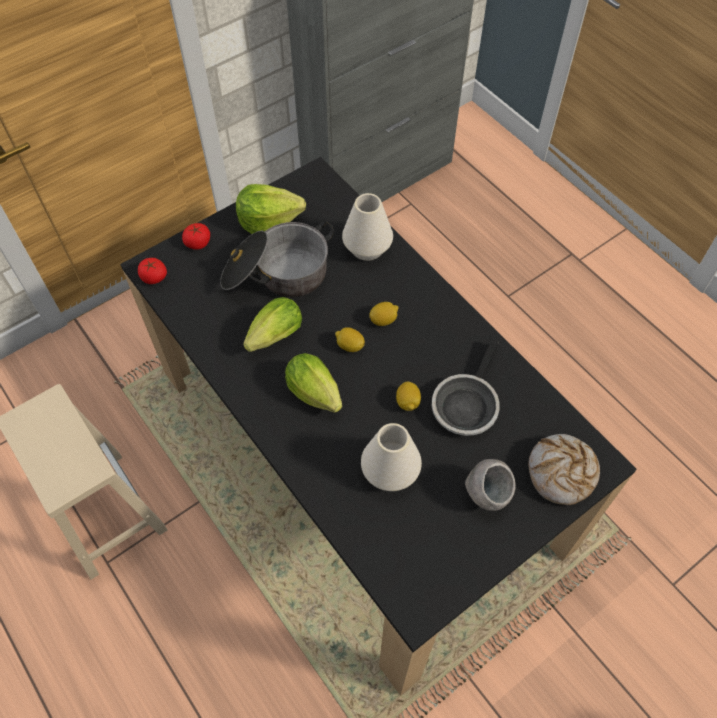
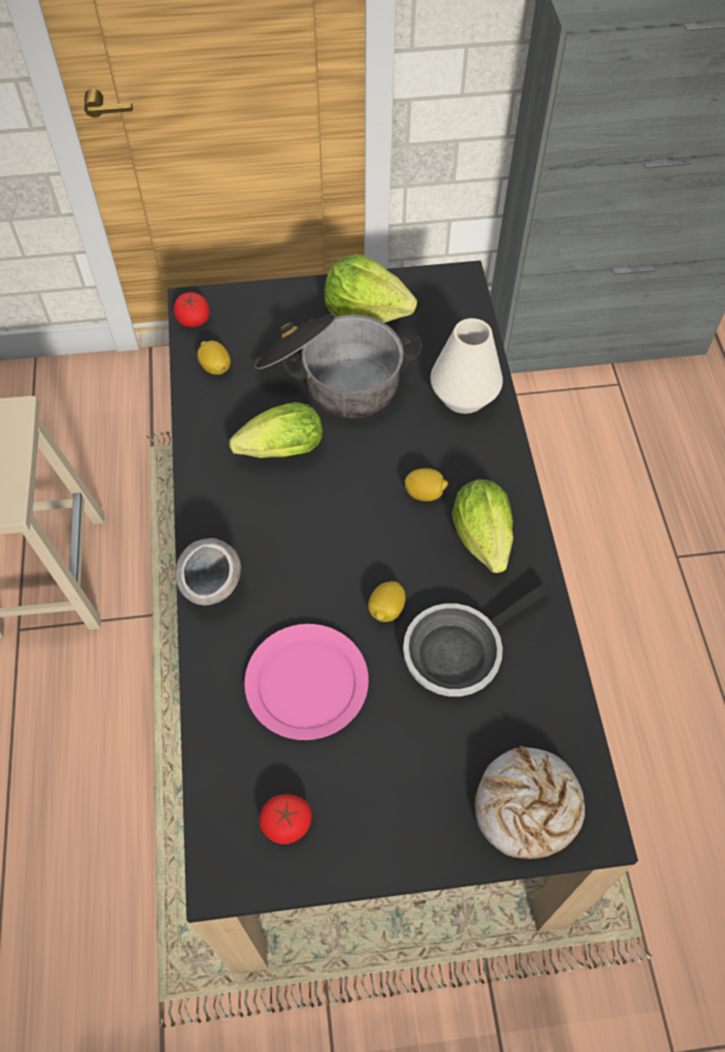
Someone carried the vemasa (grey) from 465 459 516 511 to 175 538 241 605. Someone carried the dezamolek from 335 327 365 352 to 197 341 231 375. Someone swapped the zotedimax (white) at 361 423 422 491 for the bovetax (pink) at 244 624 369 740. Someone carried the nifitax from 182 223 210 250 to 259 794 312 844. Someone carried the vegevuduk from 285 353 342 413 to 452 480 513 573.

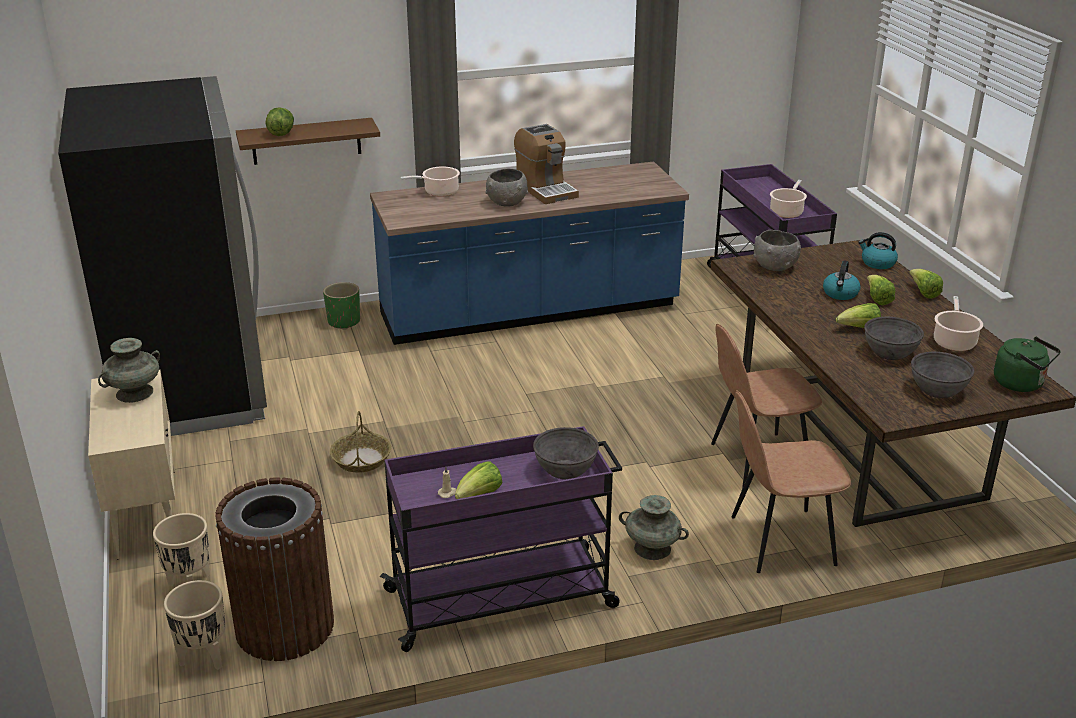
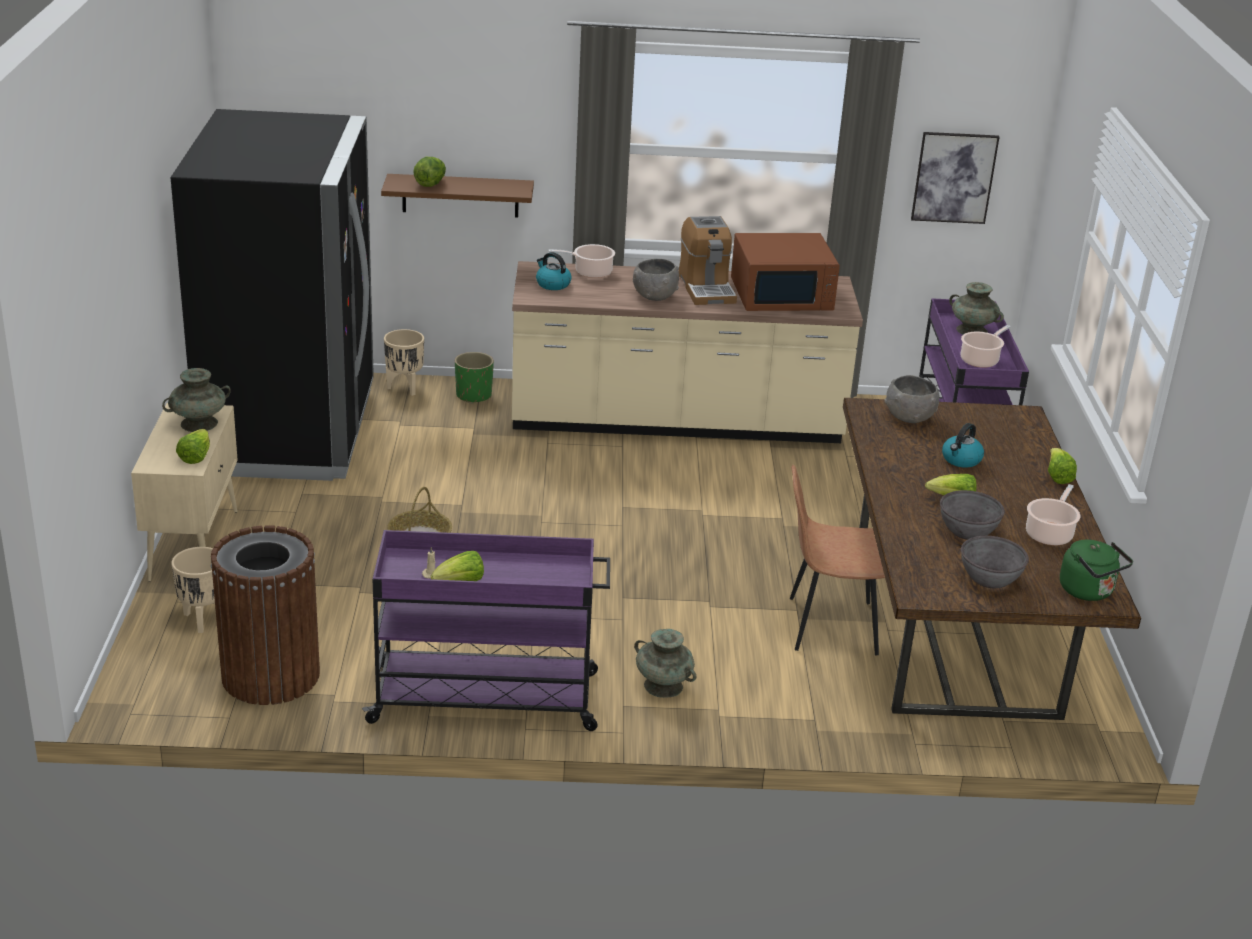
Someone carried the vegevuduk from 867 275 896 305 to 176 429 210 464. Someone carried the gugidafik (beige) from 164 580 226 670 to 384 329 424 396. Someone repainted the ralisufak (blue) at 370 162 689 345, which became the ralisufak (beige) at 512 261 863 443. Someone carried the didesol from 858 232 898 269 to 536 252 572 290. Someone put down the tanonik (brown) at 731 233 840 311. Someone put up the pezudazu at 911 132 999 224. Someone put down the zotedimax (turquoise) at 949 282 1004 335. Someone took away the vemasa (grey) at 533 427 599 479. Someone took away the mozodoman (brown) at 732 390 851 573.

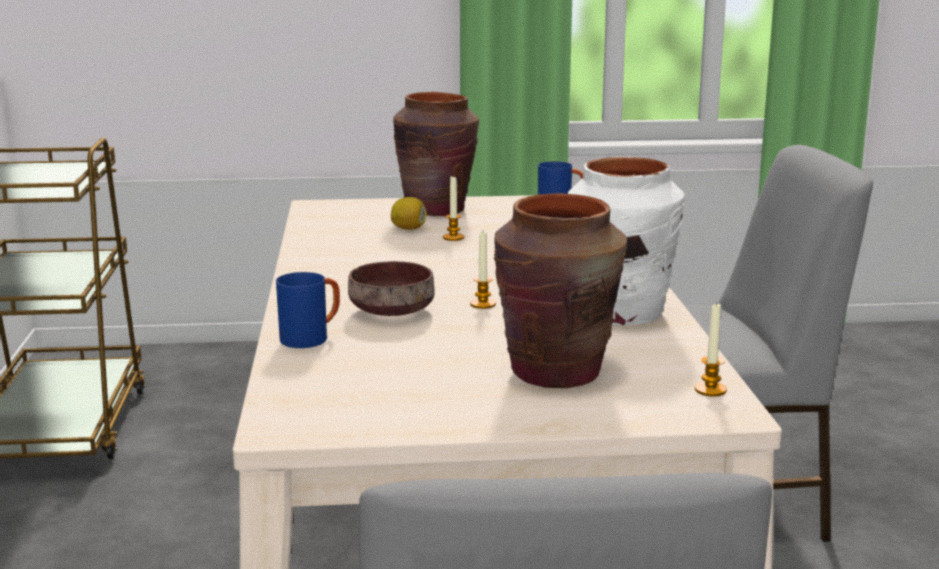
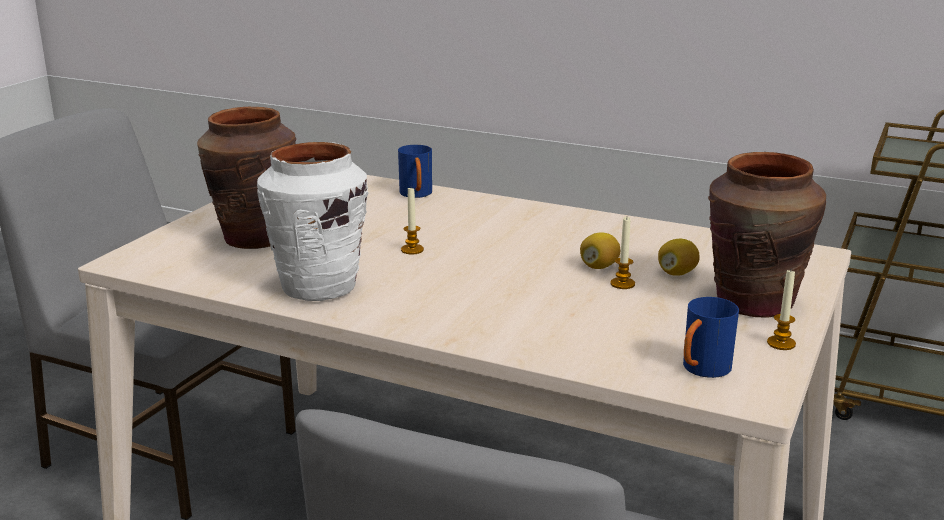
Someone put down the dezamolek at 580 232 620 269. Someone carried the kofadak from 695 302 727 397 to 767 270 796 350. Someone took away the vemasa (brown) at 348 261 435 316.

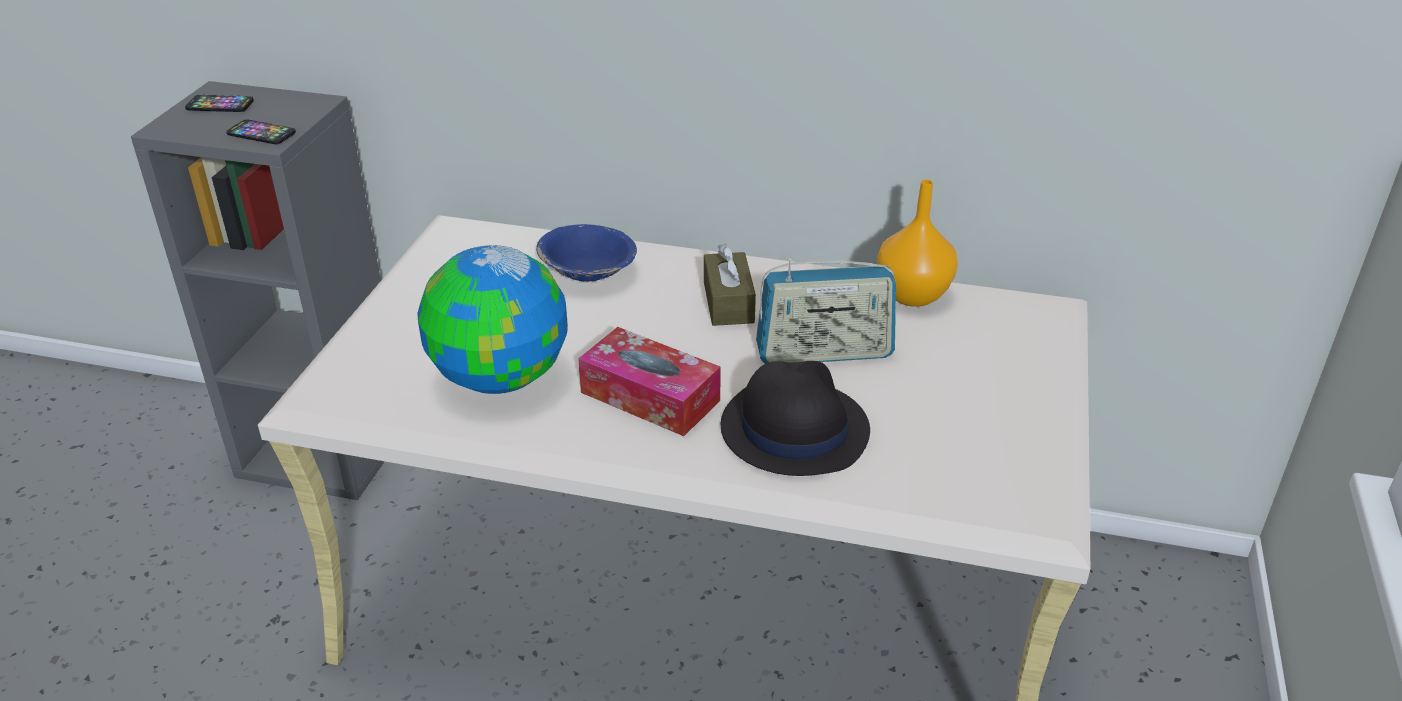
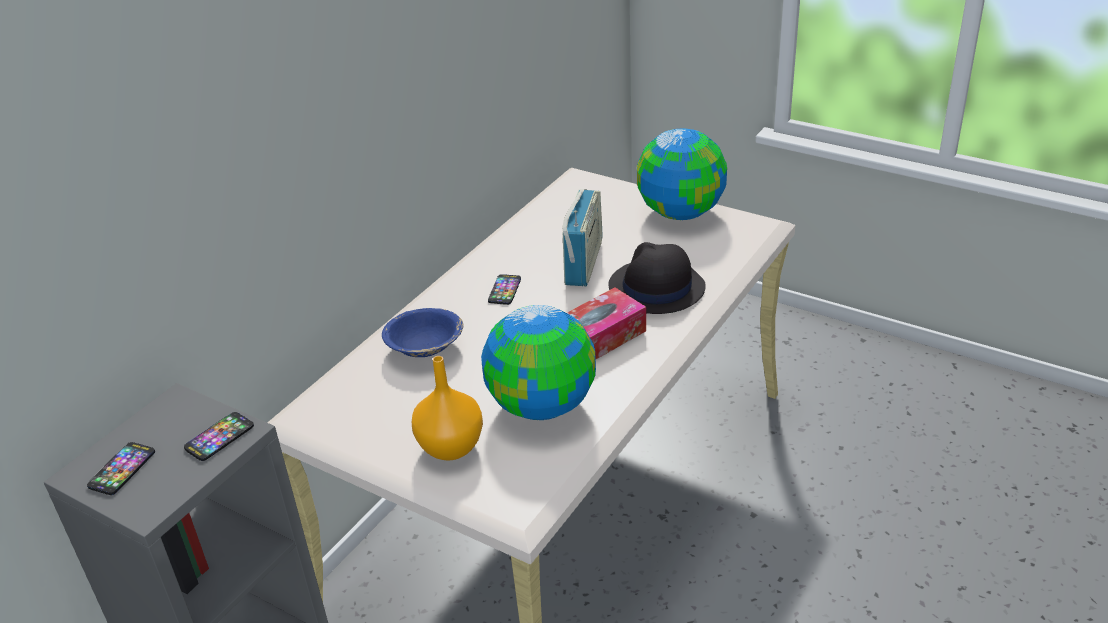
Someone carried the zotedimax (orange) from 877 180 958 307 to 412 356 483 461. Someone swapped the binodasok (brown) at 704 244 756 326 for the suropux at 488 274 521 305. Someone put down the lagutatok at 637 129 727 220.

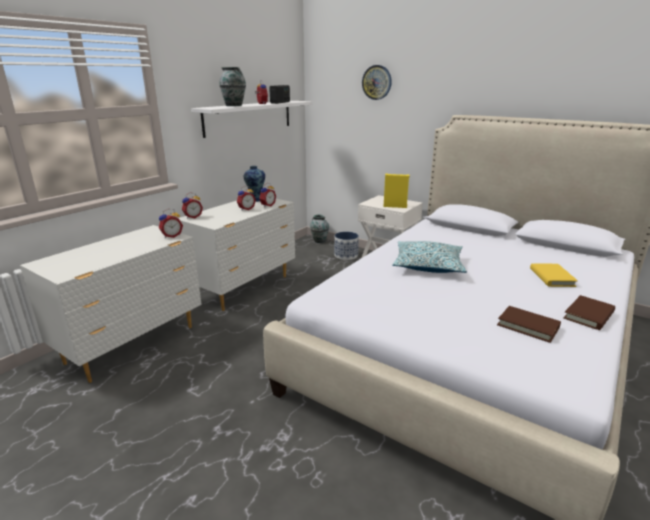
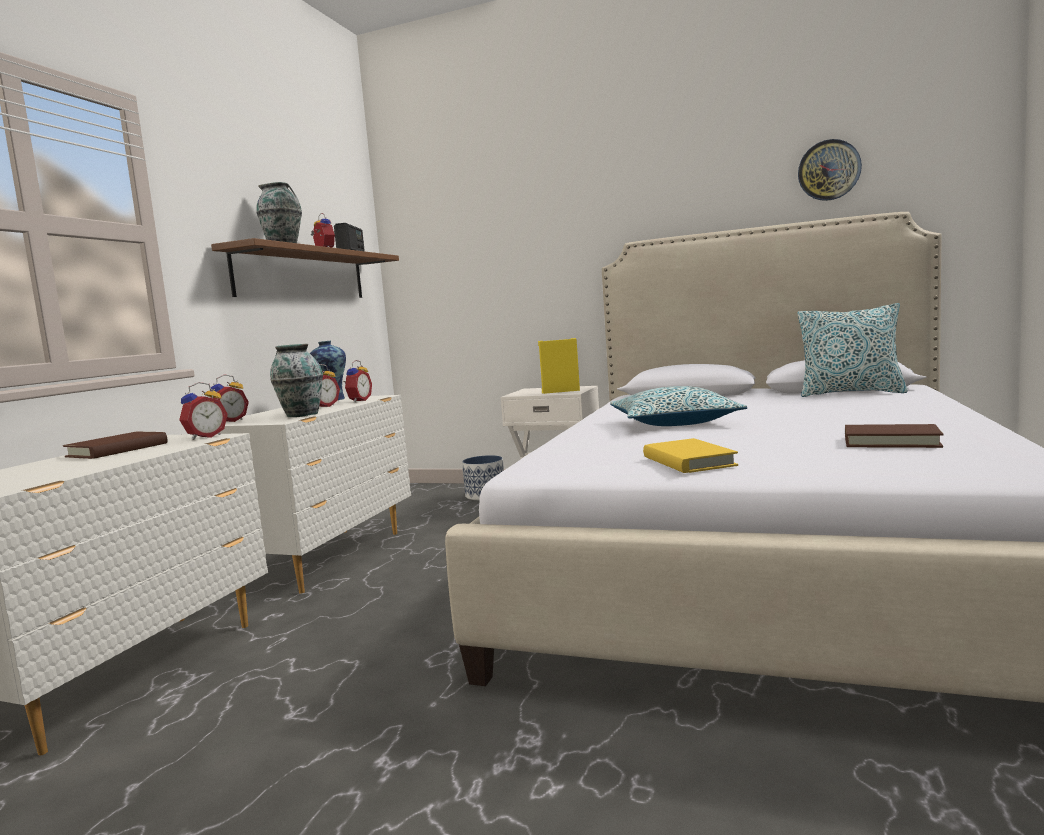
Someone carried the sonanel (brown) from 563 295 615 330 to 63 432 167 459. Someone repainted the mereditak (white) at 191 101 313 138, which became the mereditak (brown) at 211 238 399 298. Someone carried the zotedimax from 310 214 329 243 to 270 344 323 417. Someone carried the sonanel (yellow) from 530 263 578 287 to 643 438 738 473. Someone carried the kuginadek from 362 65 392 100 to 798 139 862 201. Someone put down the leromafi at 798 303 908 397.

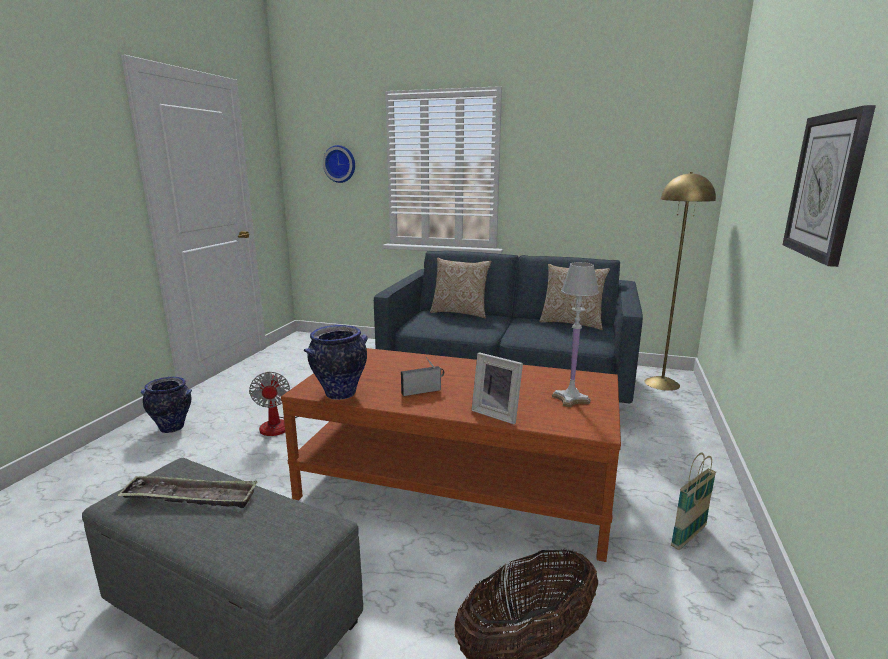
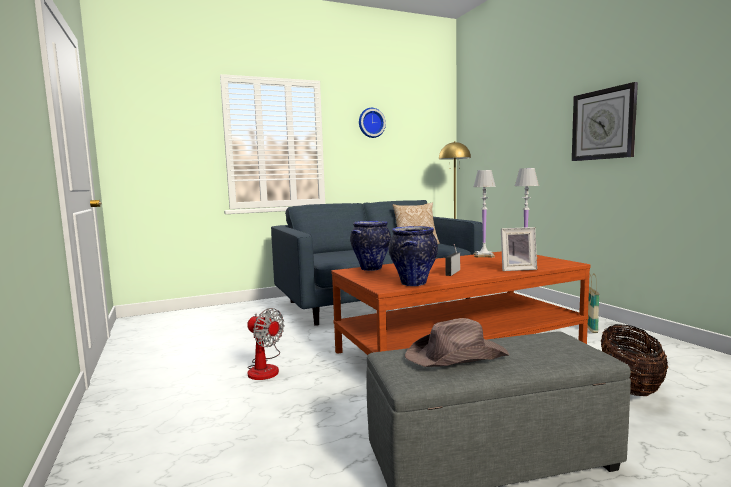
Someone carried the zotedimax from 141 377 192 433 to 350 221 391 271. Someone carried the kuginadek from 323 145 355 183 to 359 108 386 138. Someone swapped the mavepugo at 117 476 257 508 for the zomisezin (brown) at 405 318 509 367. Someone put down the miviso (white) at 474 170 496 258. Someone took away the leromafi at 430 258 492 318.

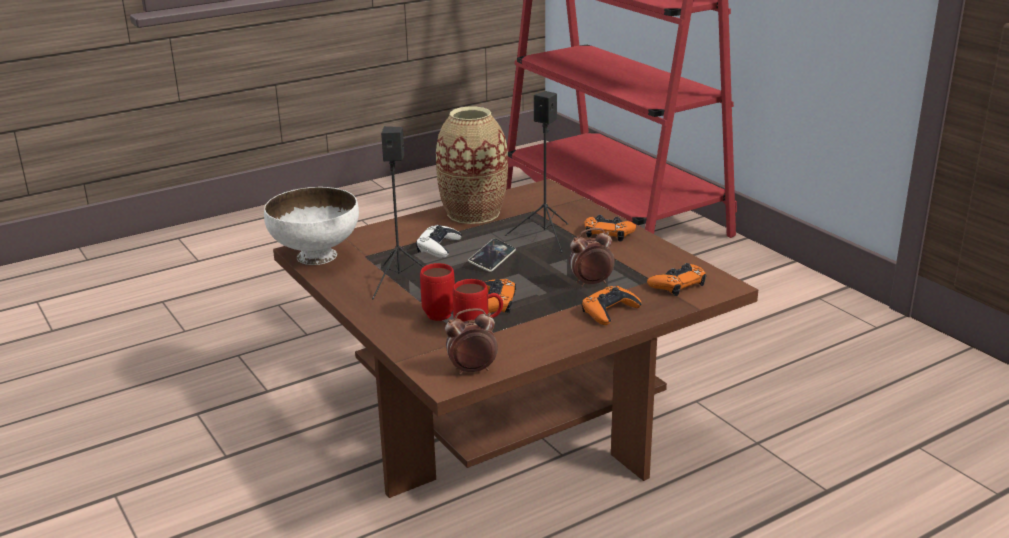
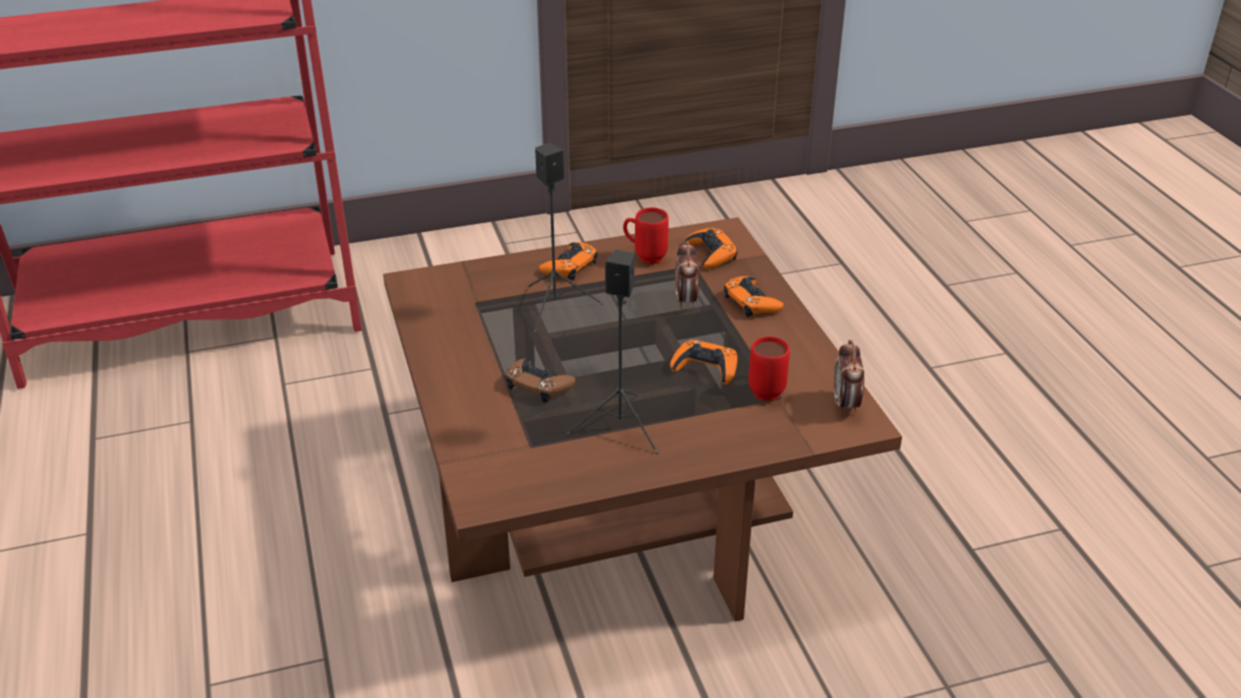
Someone repainted the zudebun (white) at 416 225 462 258, which became the zudebun (brown) at 506 359 575 403. Someone carried the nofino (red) from 420 263 455 321 to 623 207 669 264. Someone took away the vemasa (white) at 264 187 359 265. Someone took away the zotedimax at 436 107 508 224. Someone took away the suropux at 468 239 516 272.

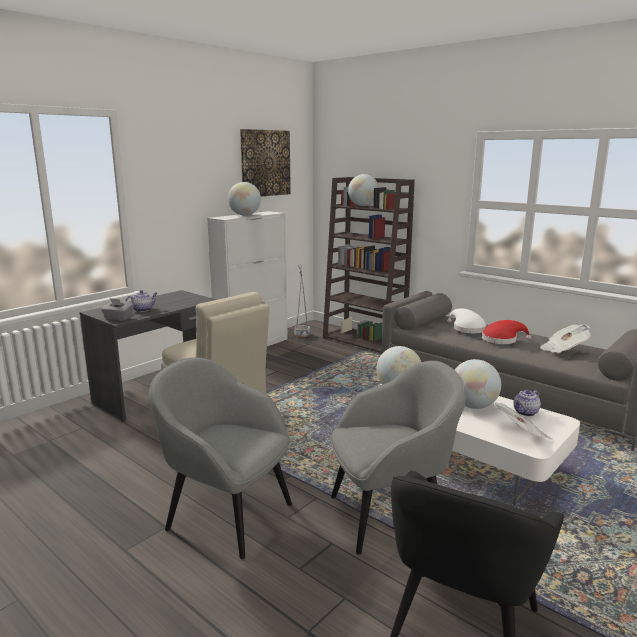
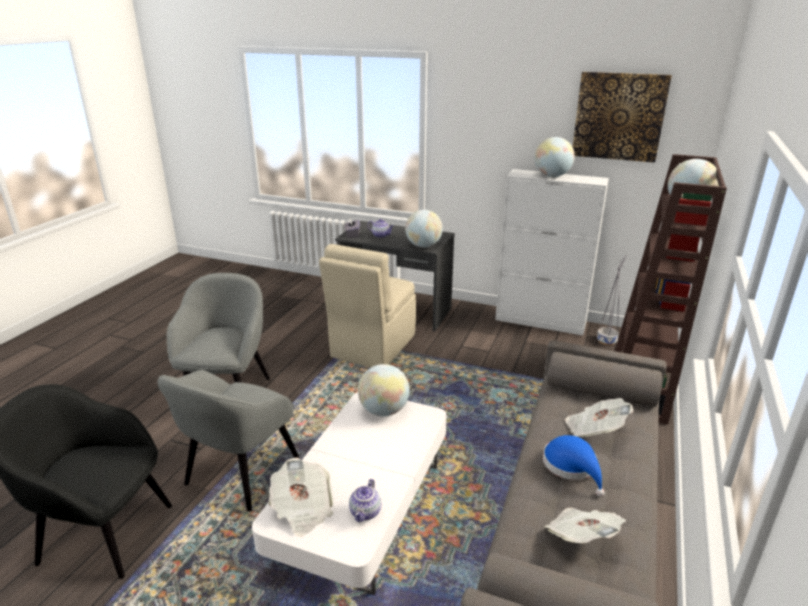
Someone rotated the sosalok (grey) at 330 361 466 555 by 60 degrees clockwise. Someone rotated the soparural at 513 390 541 416 by 105 degrees counterclockwise. Someone carried the lagutatok from 455 359 501 409 to 405 210 443 247. Someone repainted the zomisezin (red) at 482 320 531 344, which became the zomisezin (blue) at 543 435 605 497. Someone swapped the zomisezin (white) at 447 308 486 333 for the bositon at 565 398 633 437.

